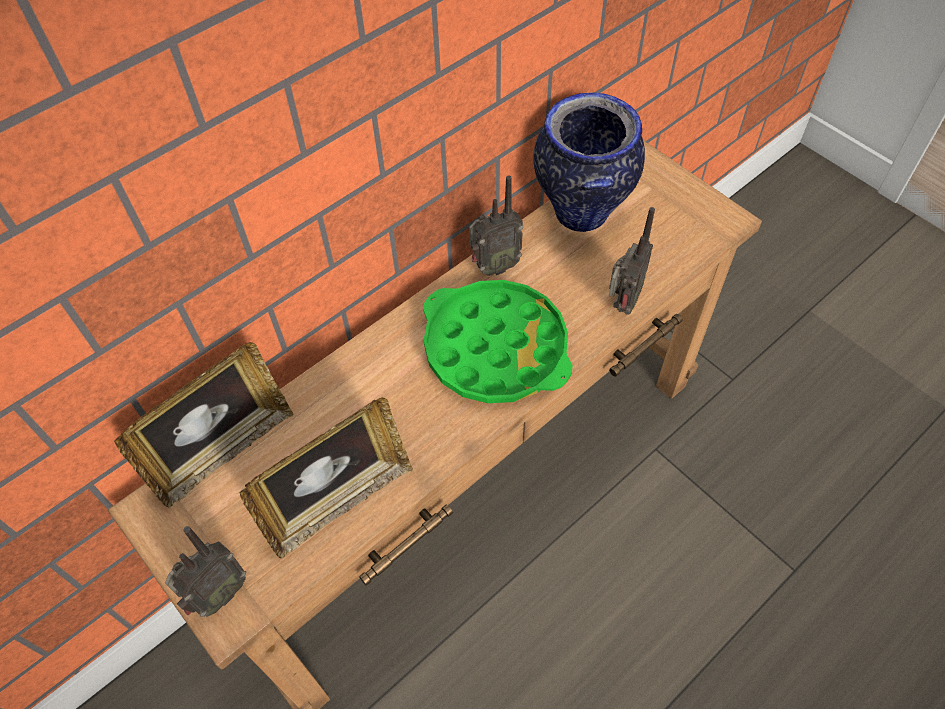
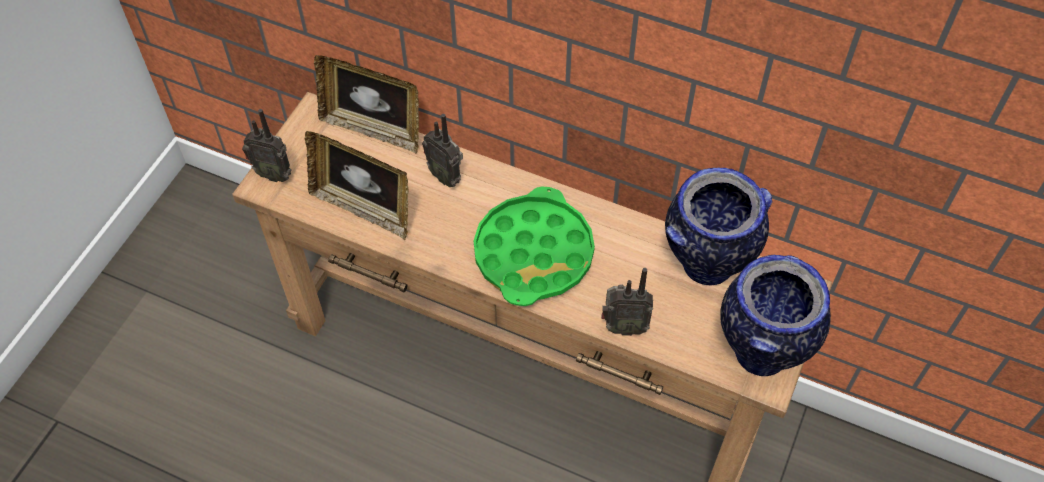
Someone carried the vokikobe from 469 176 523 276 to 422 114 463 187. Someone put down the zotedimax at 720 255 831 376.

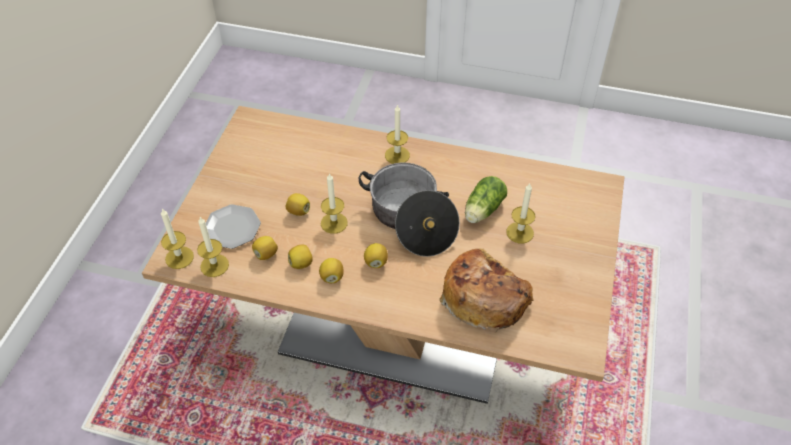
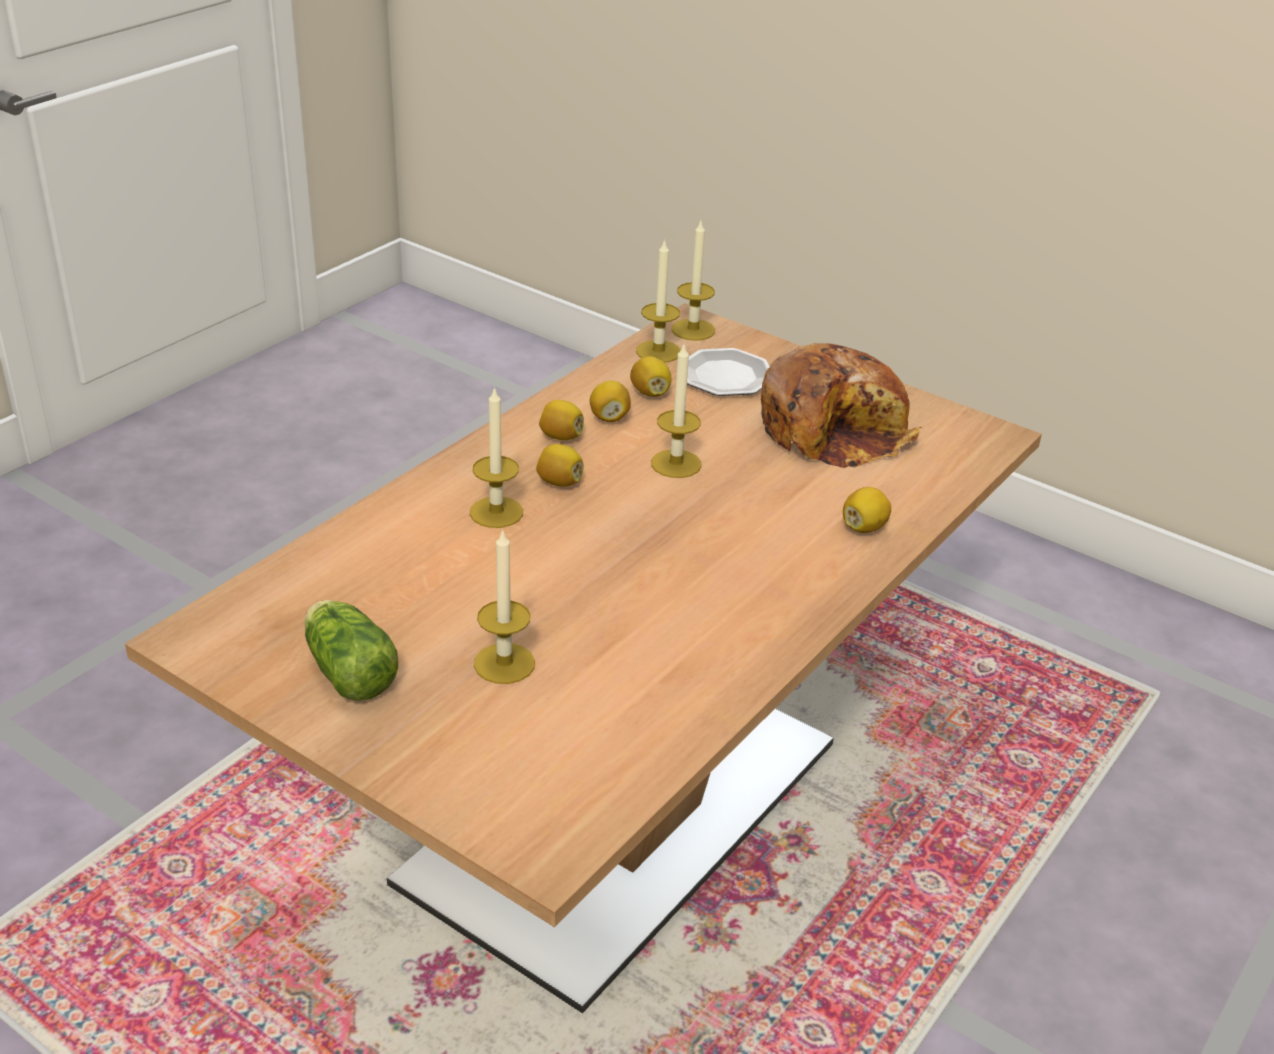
Someone carried the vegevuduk from 465 176 507 223 to 304 600 398 701. Someone carried the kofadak from 385 104 410 164 to 470 386 523 528. Someone carried the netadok from 440 248 534 331 to 761 343 921 469. Someone carried the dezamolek from 285 193 310 216 to 843 487 891 533. Someone took away the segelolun at 358 163 460 257.

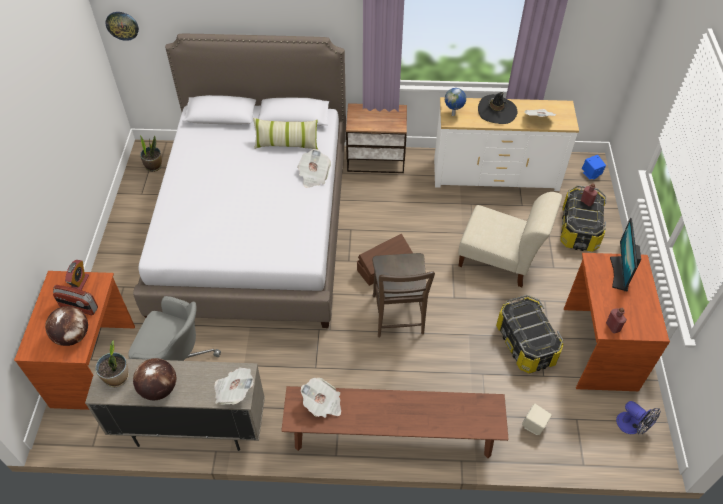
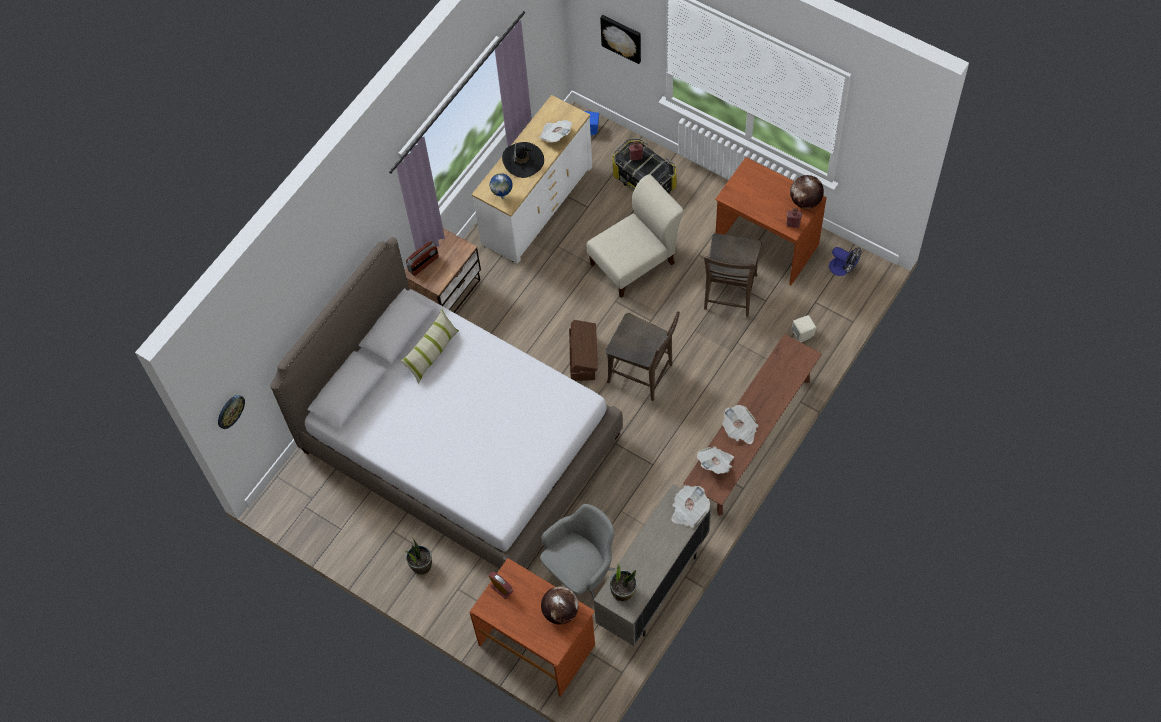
Someone carried the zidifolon from 140 135 162 172 to 405 539 432 575. Someone carried the vokikobe from 53 285 98 315 to 406 241 439 276. Someone put up the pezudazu at 600 15 641 64. Someone swapped the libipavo at 496 295 564 373 for the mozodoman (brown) at 704 233 762 317. Someone carried the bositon from 297 149 331 188 to 722 405 758 444. Someone carried the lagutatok from 133 358 176 400 to 790 175 824 209. Someone rotated the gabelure at 616 401 661 434 by 45 degrees clockwise. Someone took away the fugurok at 610 218 641 291.

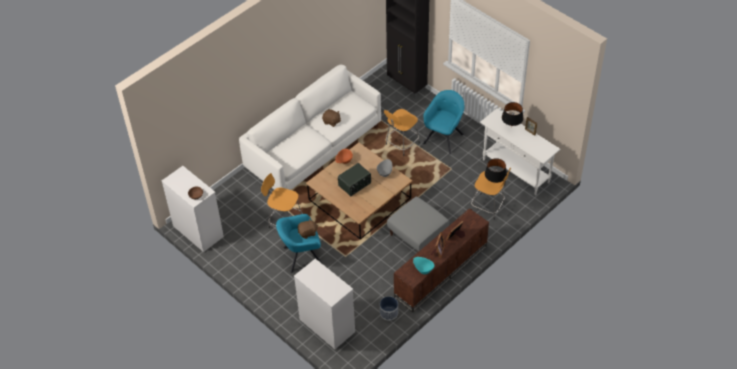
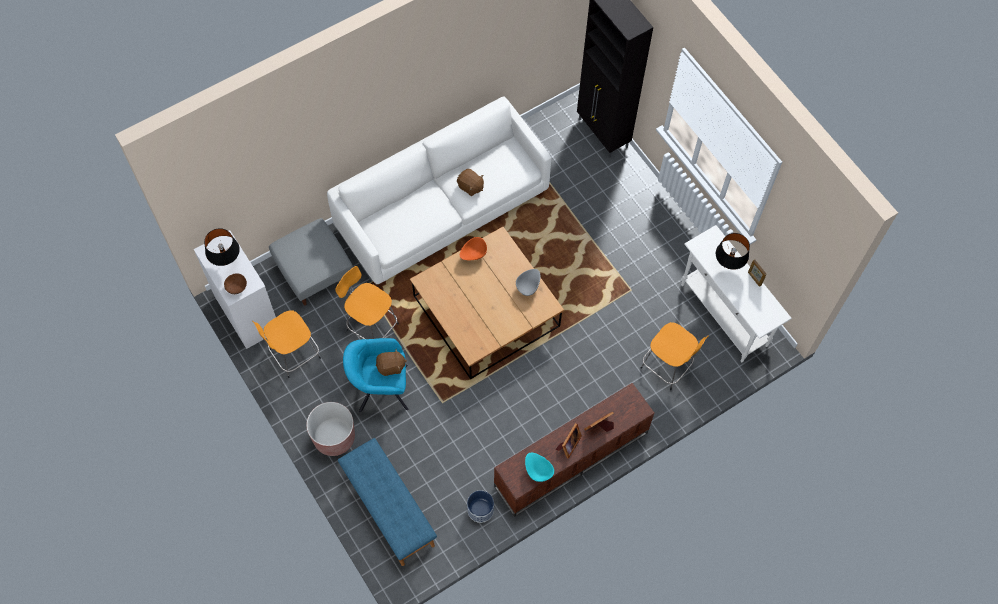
Someone carried the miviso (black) from 485 158 507 183 to 204 228 240 266. Someone carried the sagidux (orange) from 384 109 420 156 to 253 310 321 378. Someone carried the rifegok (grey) from 387 197 449 252 to 269 218 353 306. Someone put down the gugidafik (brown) at 306 402 355 456. Someone swapped the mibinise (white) at 294 258 355 349 for the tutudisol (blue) at 338 438 437 566. Someone took away the vokikobe at 338 163 371 196. Someone took away the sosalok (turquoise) at 423 90 464 155.

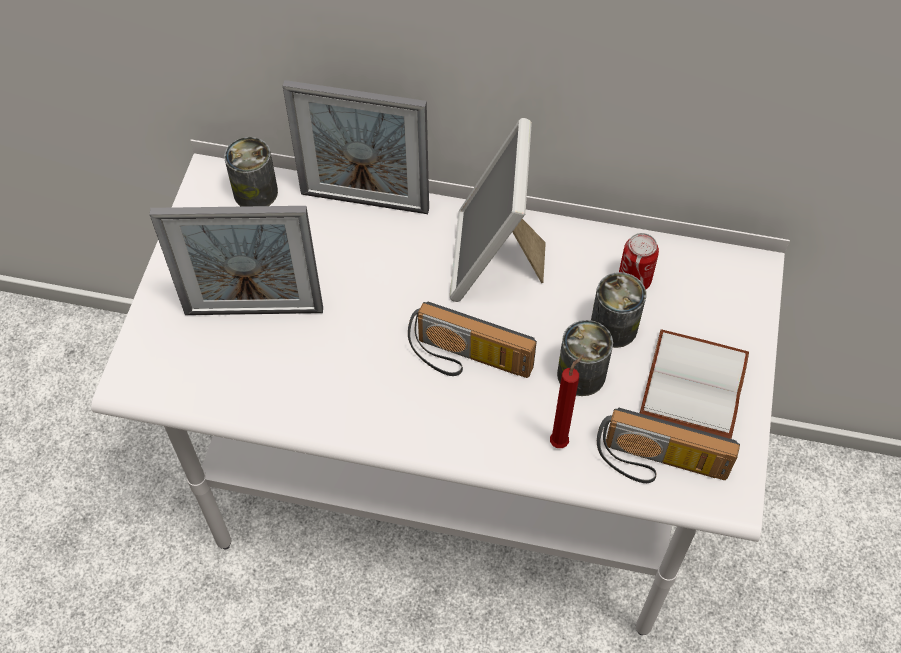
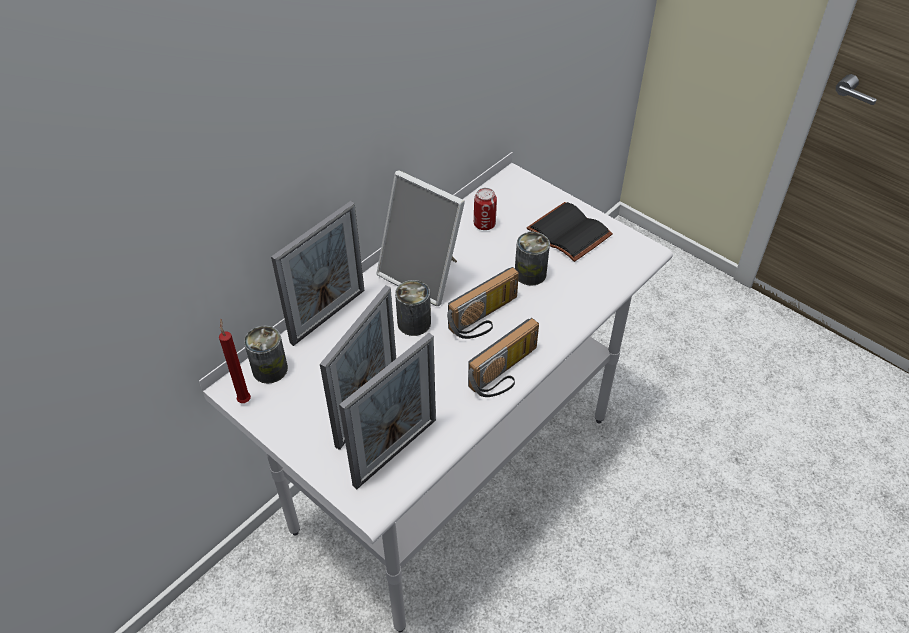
Someone carried the kofadak (red) from 550 354 584 448 to 219 319 251 403. Someone put down the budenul at 339 333 436 489. Someone carried the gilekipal from 591 272 646 348 to 395 280 431 336. Someone carried the vokikobe from 597 408 740 483 to 468 318 539 397. Someone repainted the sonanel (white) at 640 329 749 439, which became the sonanel (black) at 527 202 613 262.

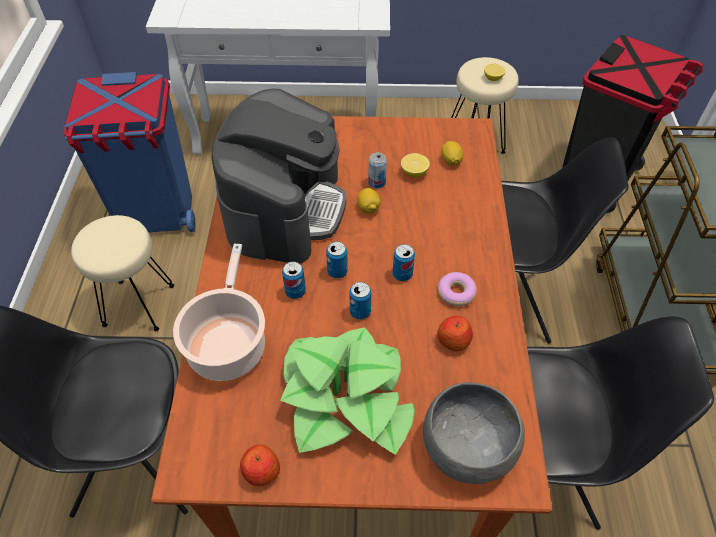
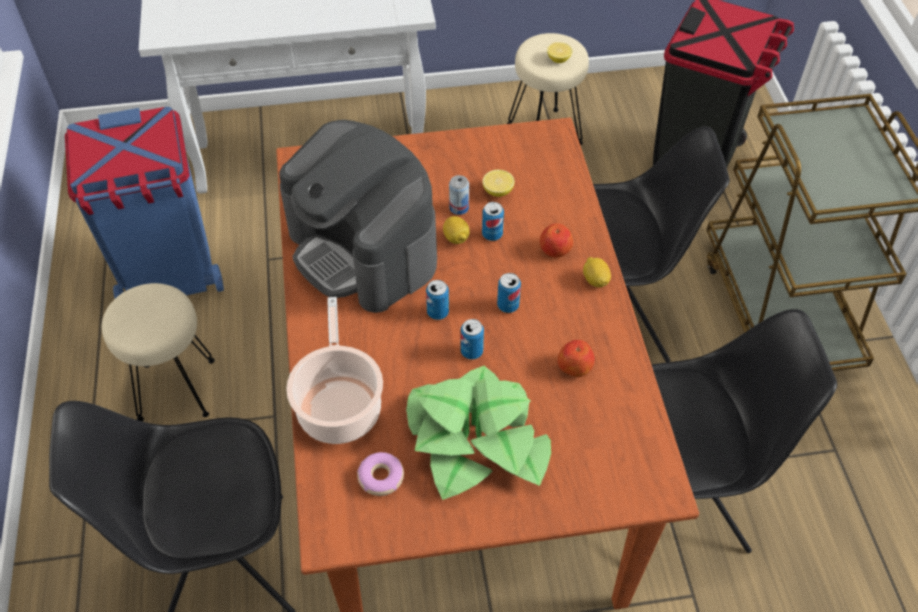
Someone rotated the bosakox at 211 89 346 264 by 135 degrees clockwise. Someone carried the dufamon from 438 272 477 306 to 357 452 404 496. Someone carried the gilekipal from 282 261 306 299 to 482 202 504 241. Someone carried the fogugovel from 240 444 280 486 to 540 223 573 258. Someone carried the dezamolek from 441 141 463 166 to 583 257 611 287. Someone took away the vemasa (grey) at 423 382 525 484.

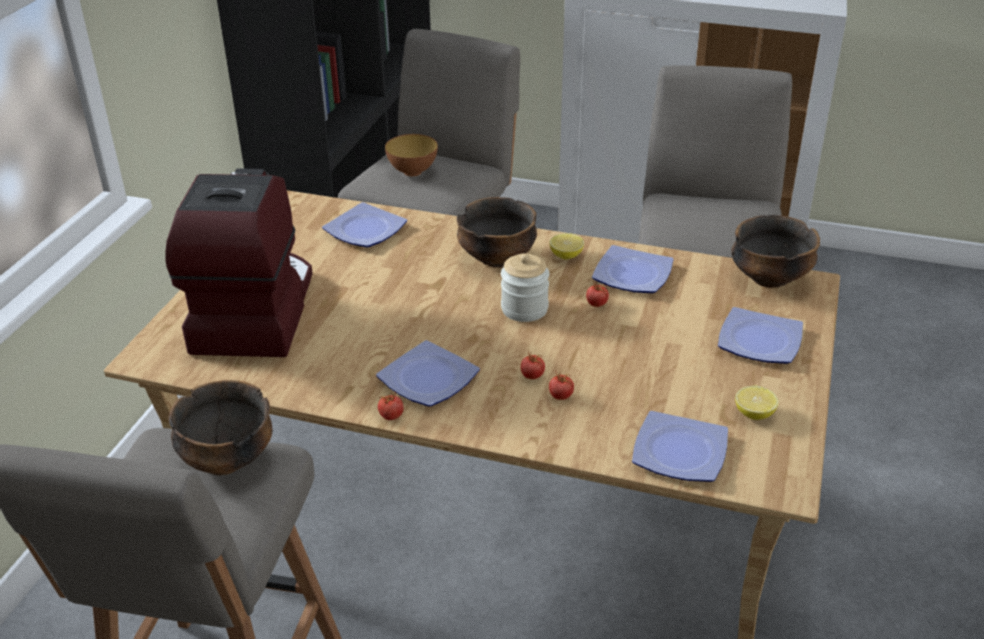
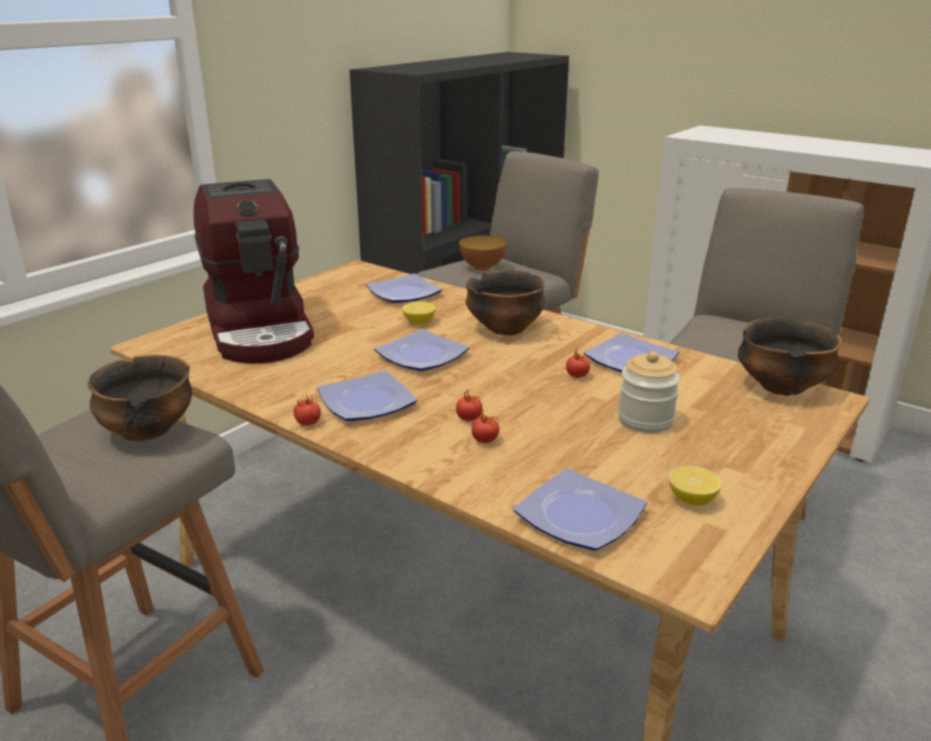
Someone rotated the bosakox at 165 168 313 357 by 135 degrees clockwise. Someone carried the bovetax from 718 307 803 364 to 374 329 469 371. Someone carried the dezamolek from 549 233 584 259 to 402 302 436 324. Someone carried the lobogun from 501 253 549 322 to 618 351 680 433.

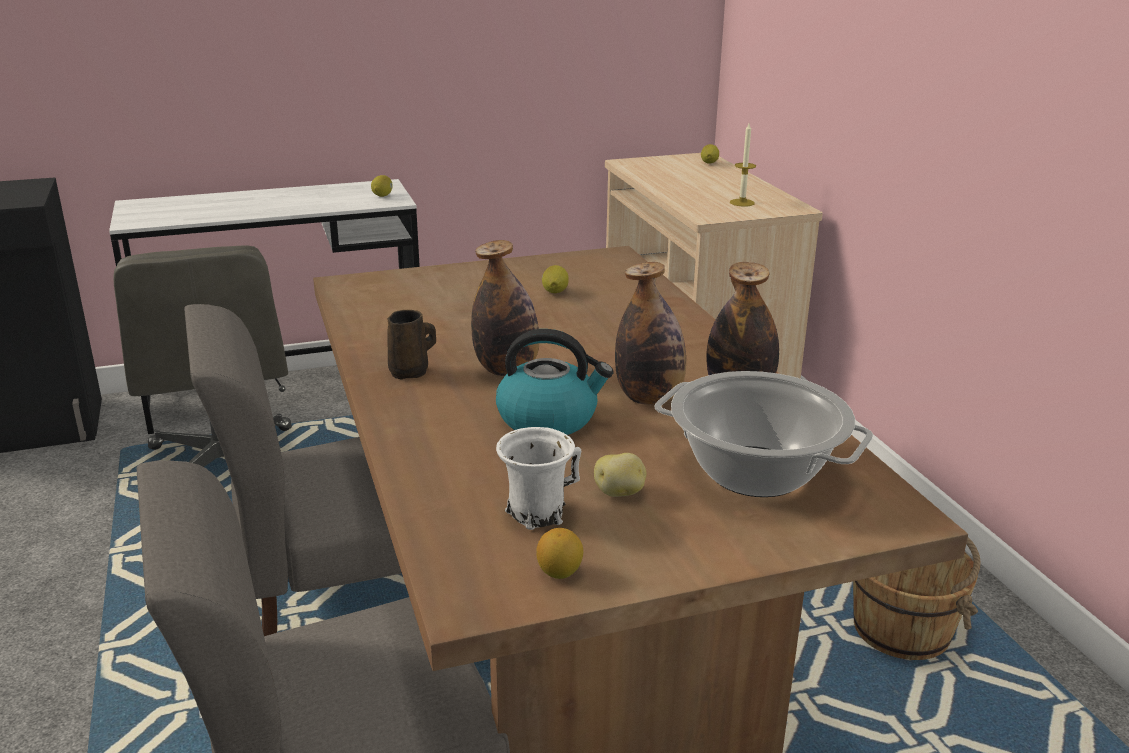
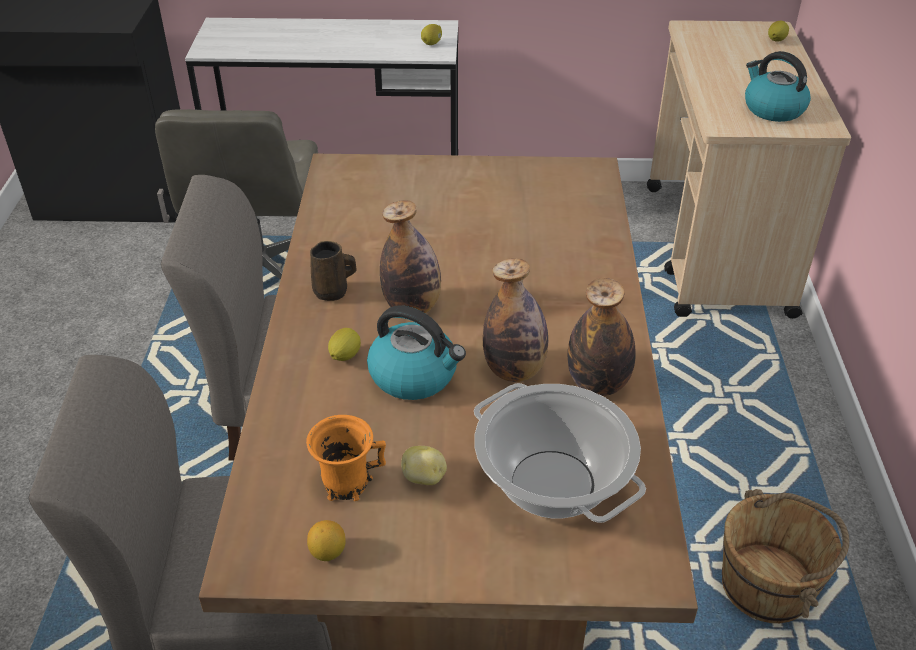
Someone repainted the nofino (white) at 496 427 581 530, which became the nofino (orange) at 306 415 386 501. Someone carried the dezamolek from 542 265 569 293 to 328 328 361 361. Someone swapped the kofadak at 730 123 756 207 for the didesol at 745 51 811 122.

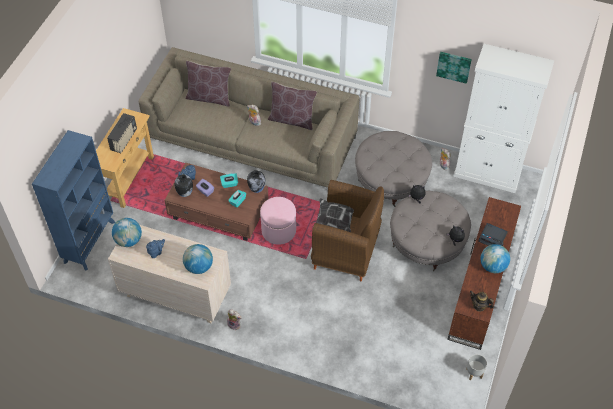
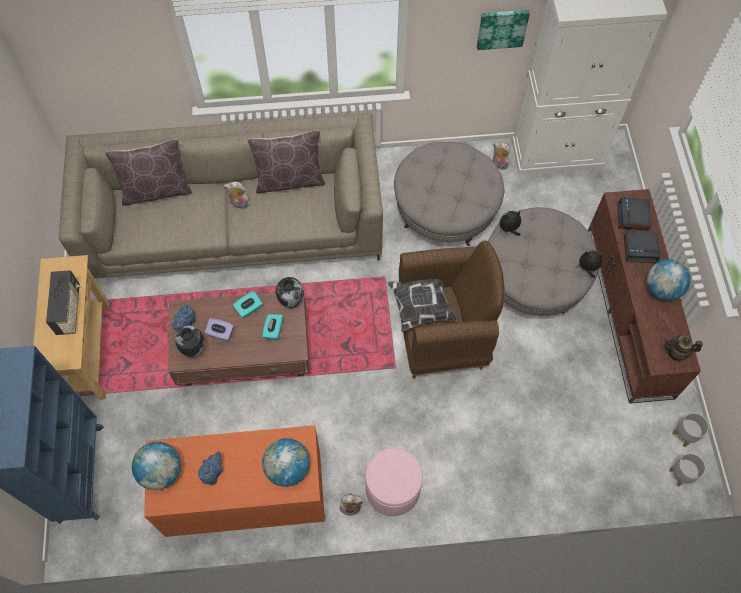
Someone repainted the mibinise (beige) at 108 225 231 323, which became the mibinise (orange) at 144 425 325 537. Someone carried the rifegok (pink) from 260 197 296 245 to 365 448 423 516. Someone put down the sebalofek at 617 197 651 231. Someone put down the gugidafik (grey) at 669 453 706 487.

